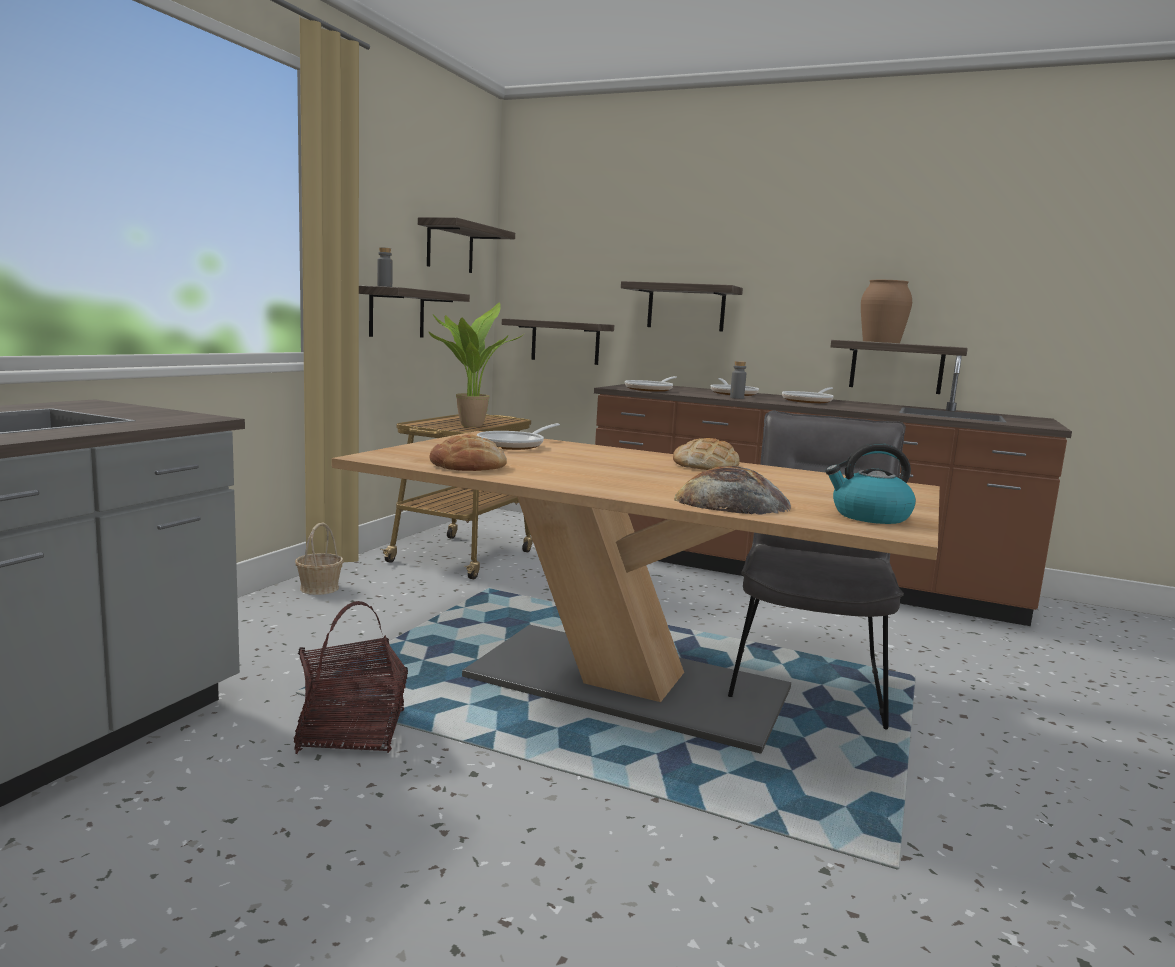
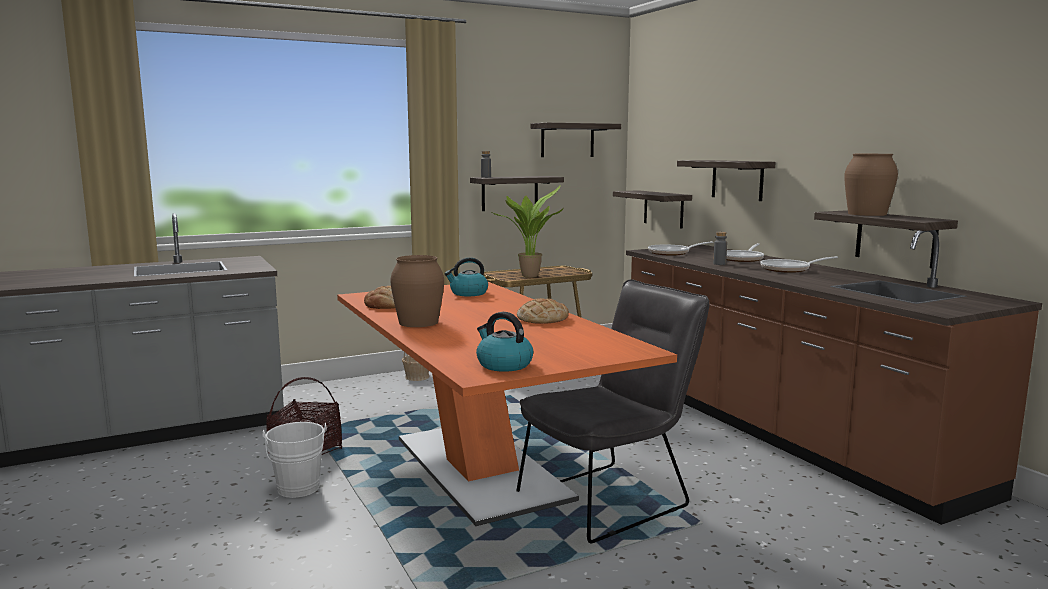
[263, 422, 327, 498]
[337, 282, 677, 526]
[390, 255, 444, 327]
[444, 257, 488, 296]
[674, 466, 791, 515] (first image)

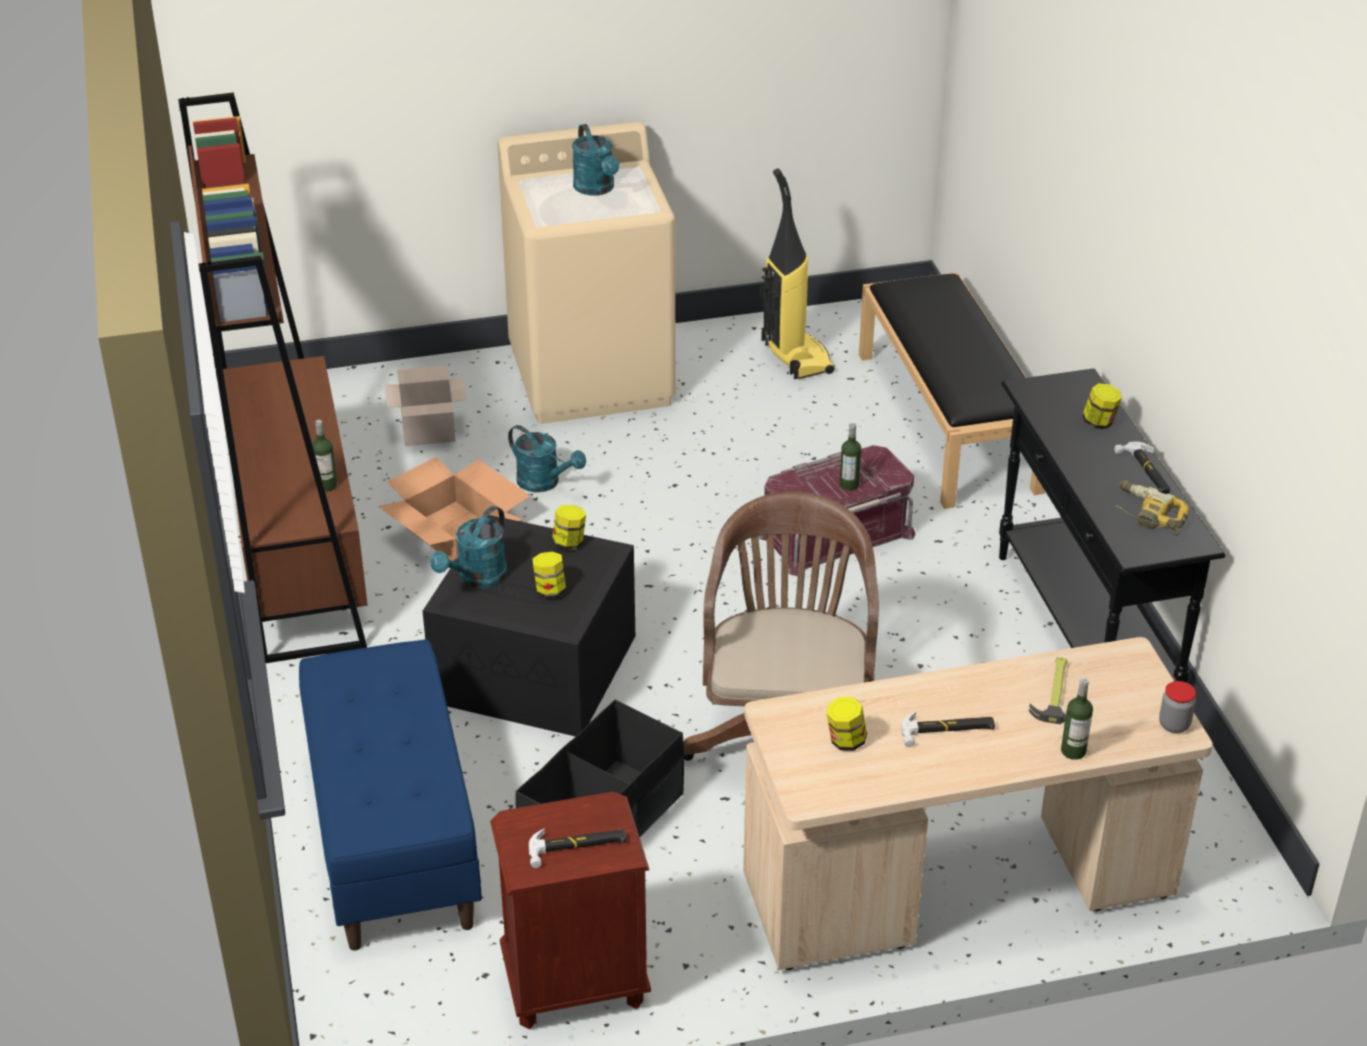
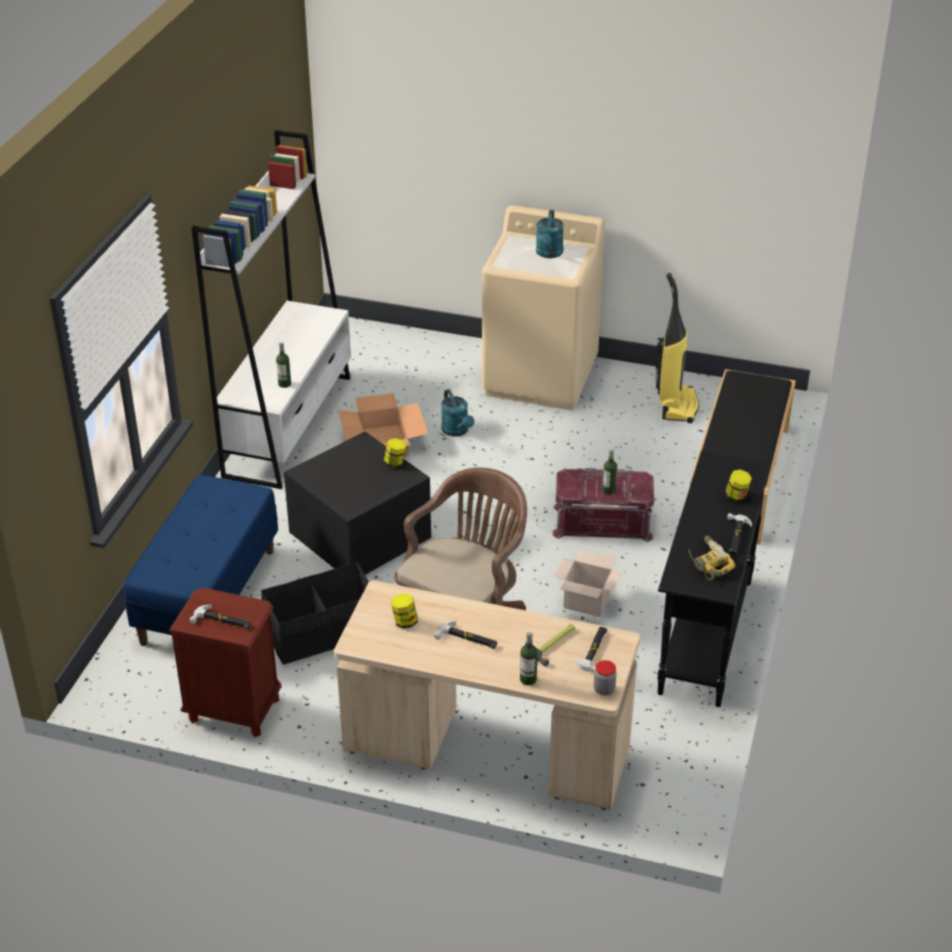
[191, 130, 351, 489]
[555, 549, 622, 617]
[576, 627, 607, 672]
[430, 506, 508, 589] (first image)
[532, 552, 566, 598] (first image)

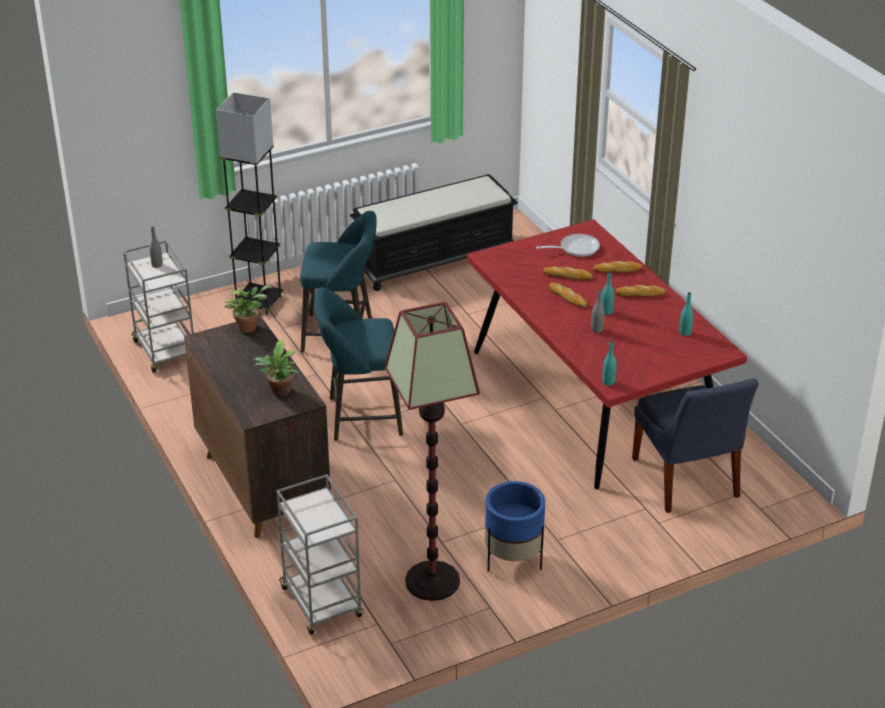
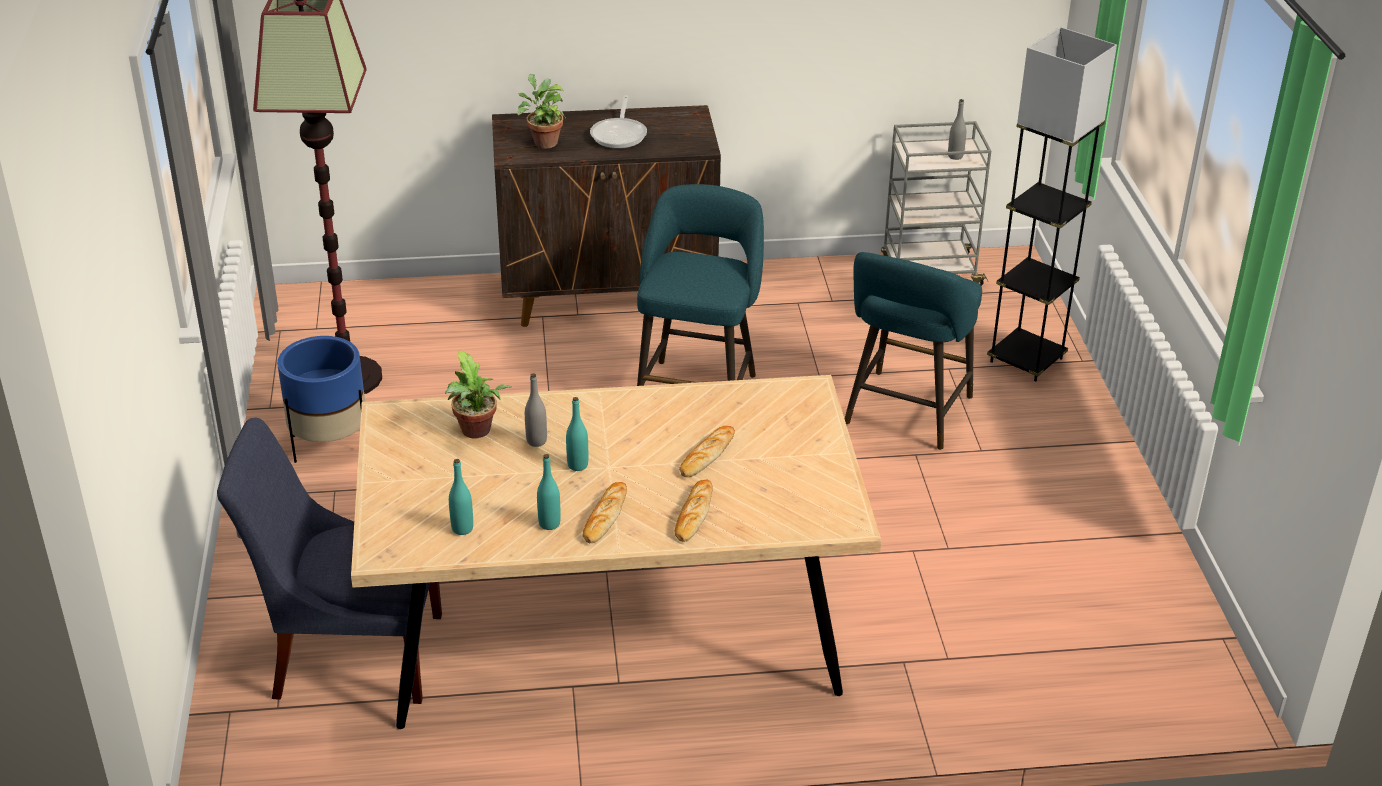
[351, 375, 881, 729]
[445, 350, 512, 439]
[537, 454, 561, 530]
[590, 95, 647, 149]
[276, 474, 364, 635] (first image)
[350, 174, 518, 291] (first image)
[549, 282, 588, 307] (first image)

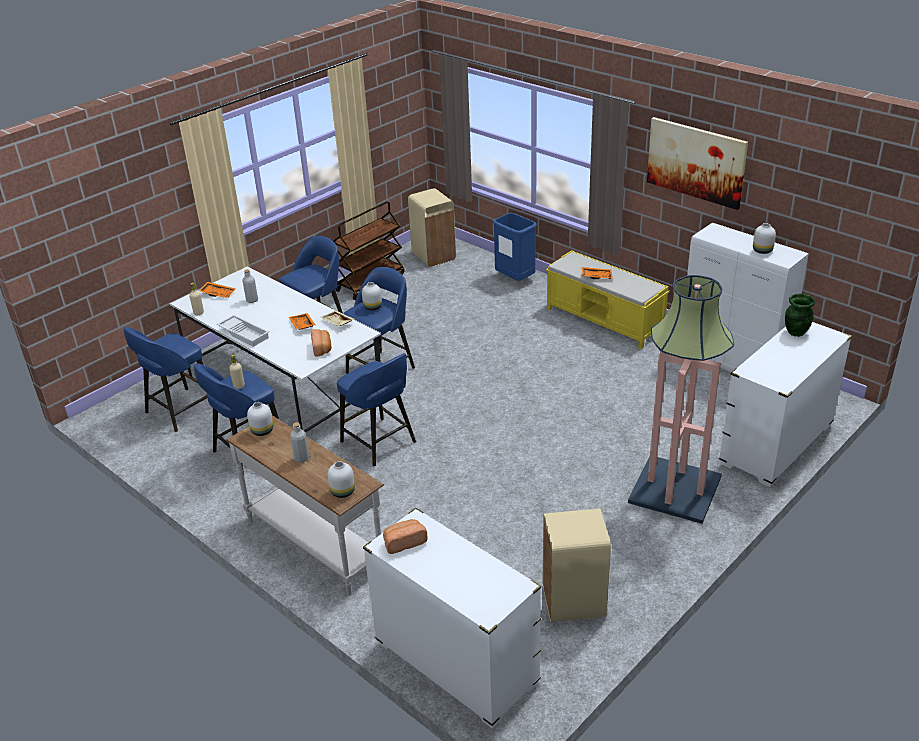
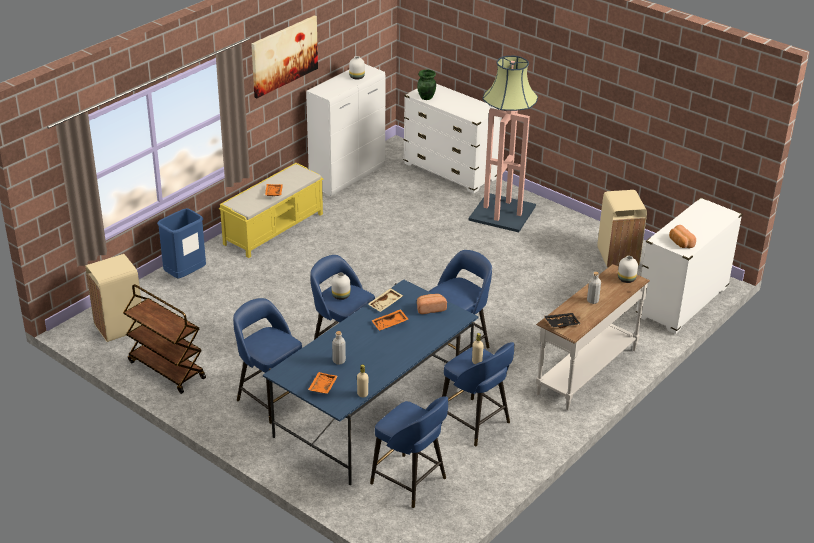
[263, 280, 479, 485]
[544, 313, 581, 328]
[217, 315, 269, 347] (first image)

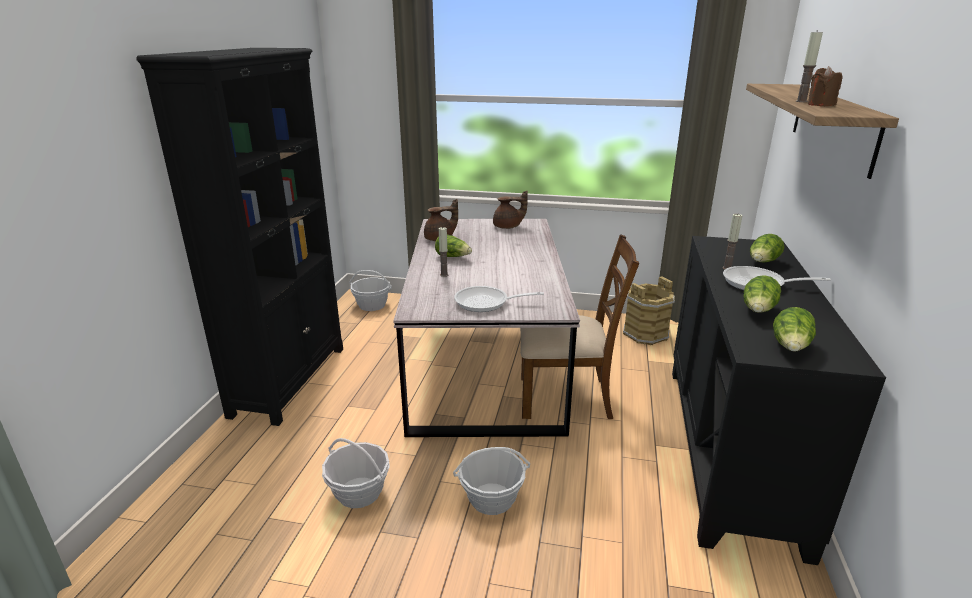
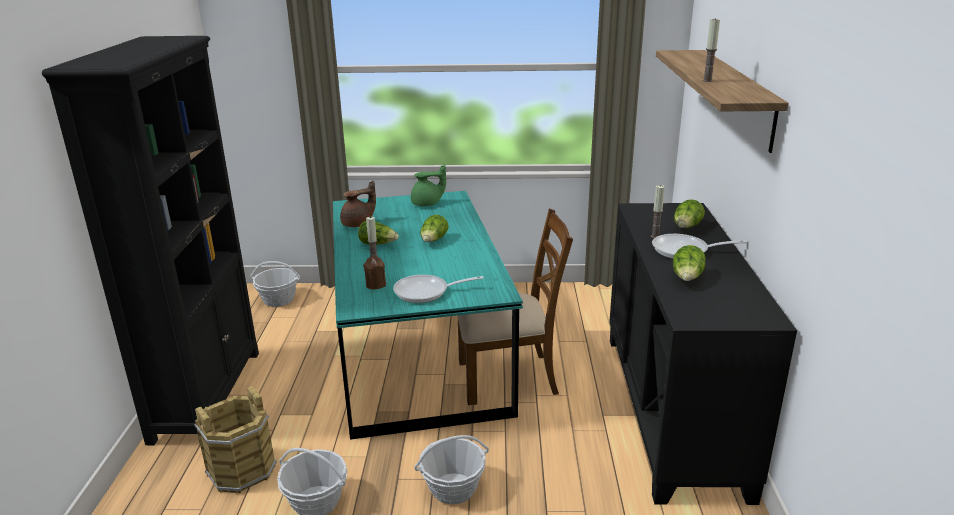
[195, 386, 277, 494]
[333, 191, 523, 440]
[363, 256, 386, 290]
[411, 164, 446, 206]
[420, 214, 449, 242]

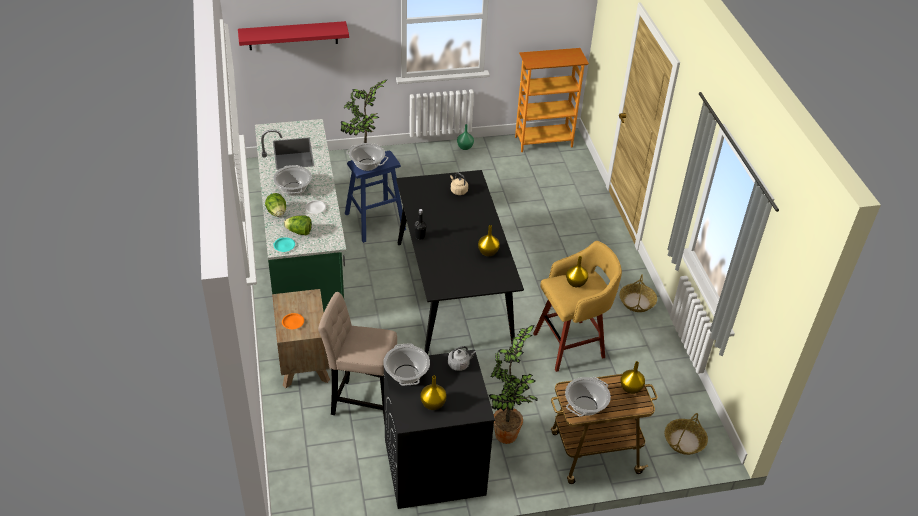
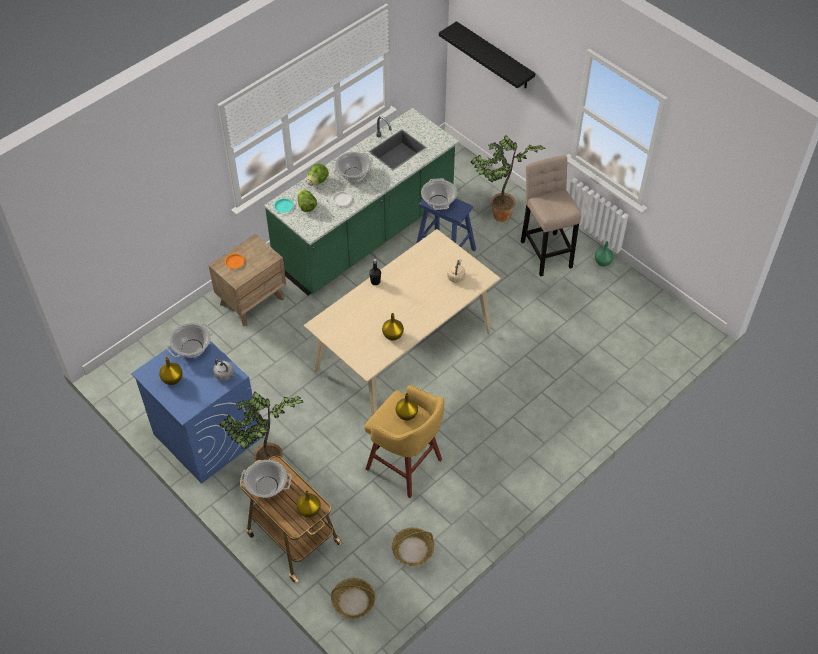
[131, 341, 261, 484]
[304, 229, 501, 415]
[392, 527, 434, 566]
[439, 21, 535, 89]
[521, 155, 581, 277]
[515, 48, 589, 152] (first image)

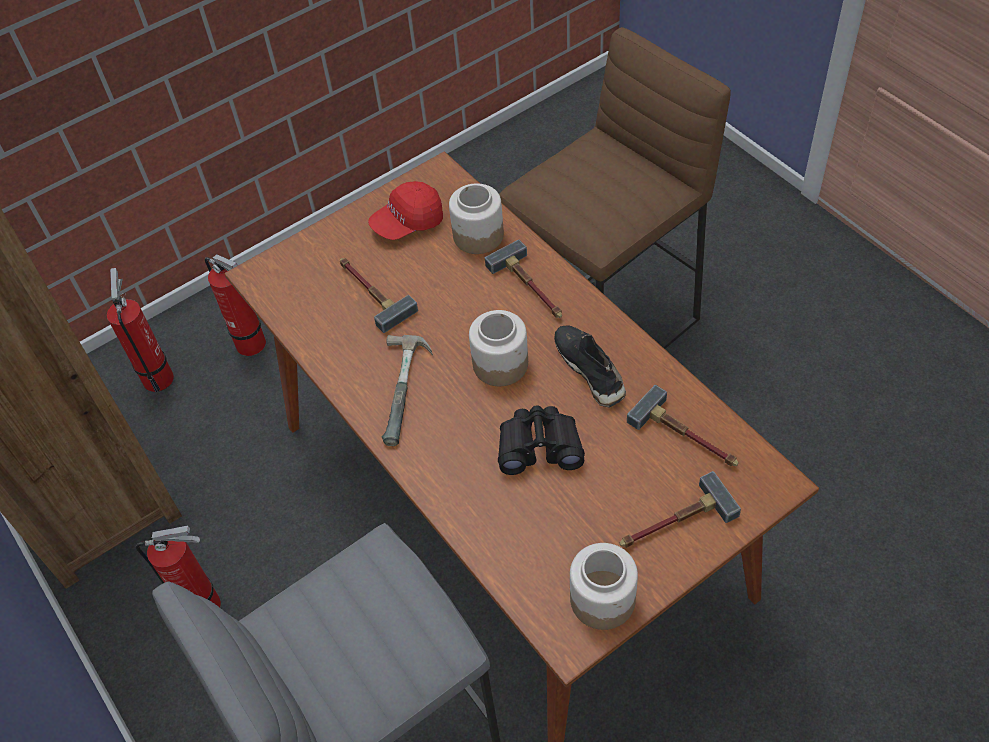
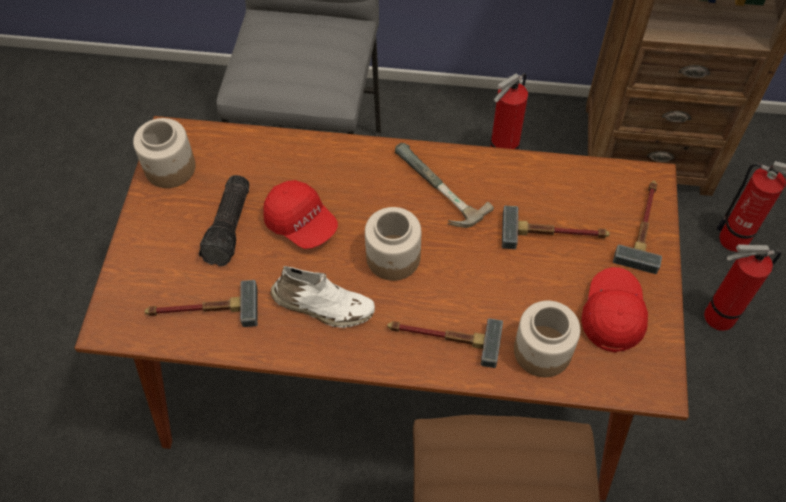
[199, 175, 249, 266]
[263, 180, 338, 249]
[270, 266, 375, 328]
[613, 181, 662, 274]

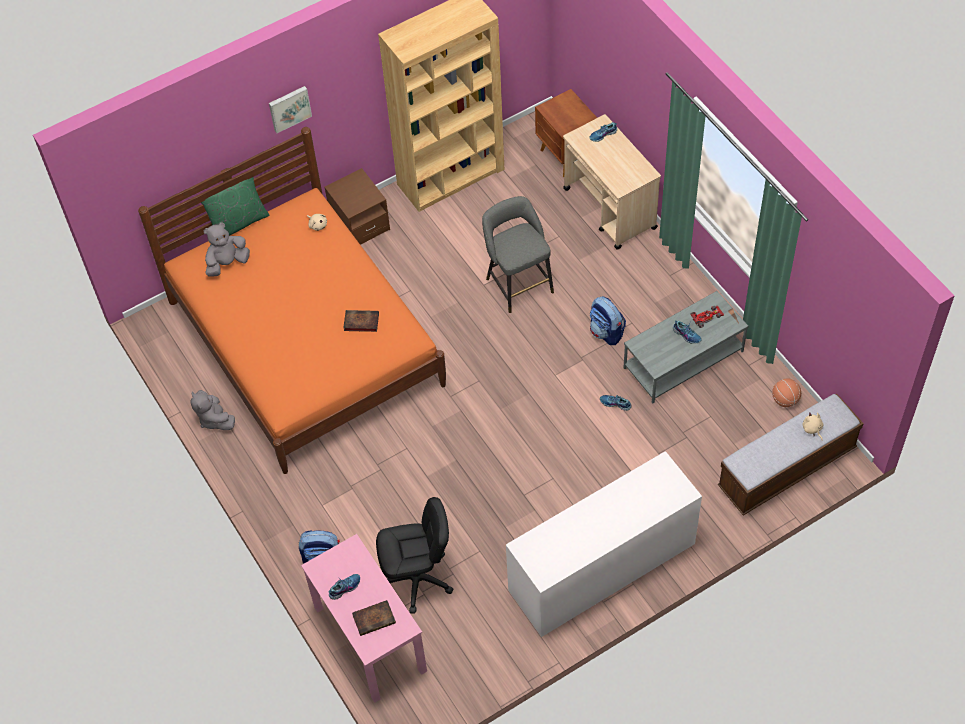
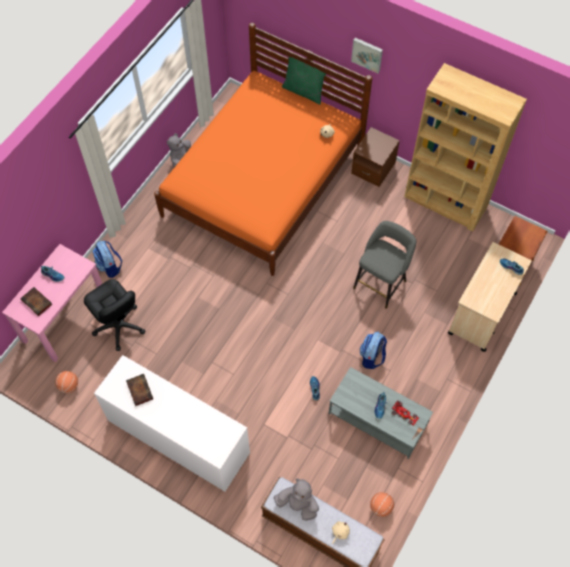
[55, 371, 78, 393]
[126, 374, 153, 406]
[274, 478, 319, 521]

